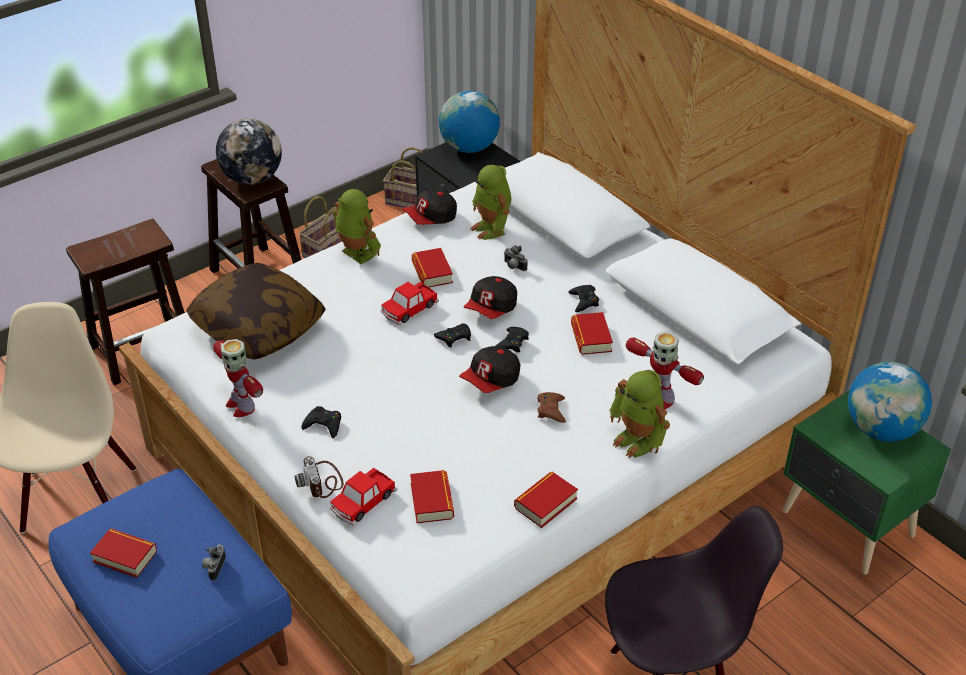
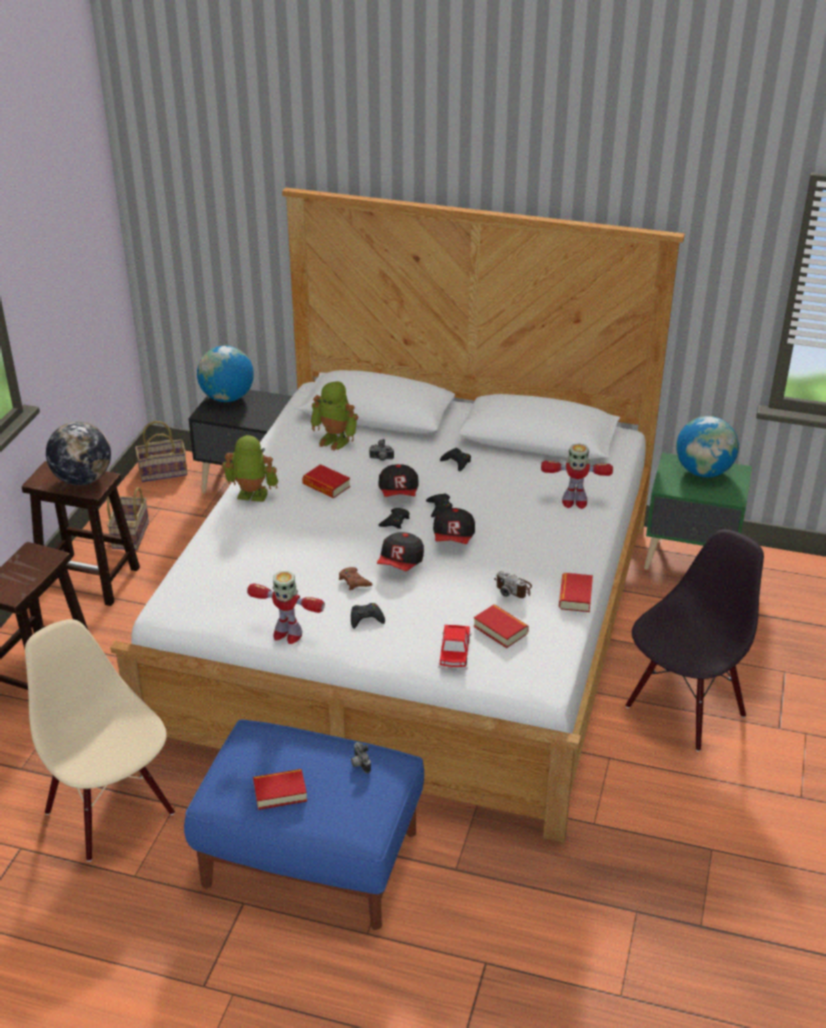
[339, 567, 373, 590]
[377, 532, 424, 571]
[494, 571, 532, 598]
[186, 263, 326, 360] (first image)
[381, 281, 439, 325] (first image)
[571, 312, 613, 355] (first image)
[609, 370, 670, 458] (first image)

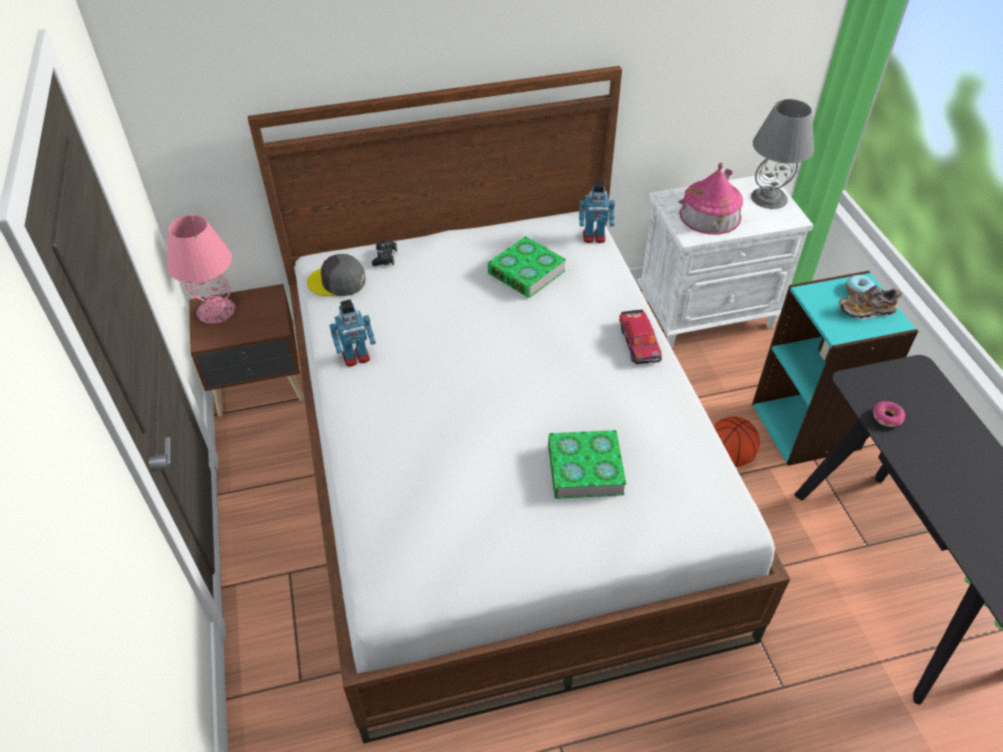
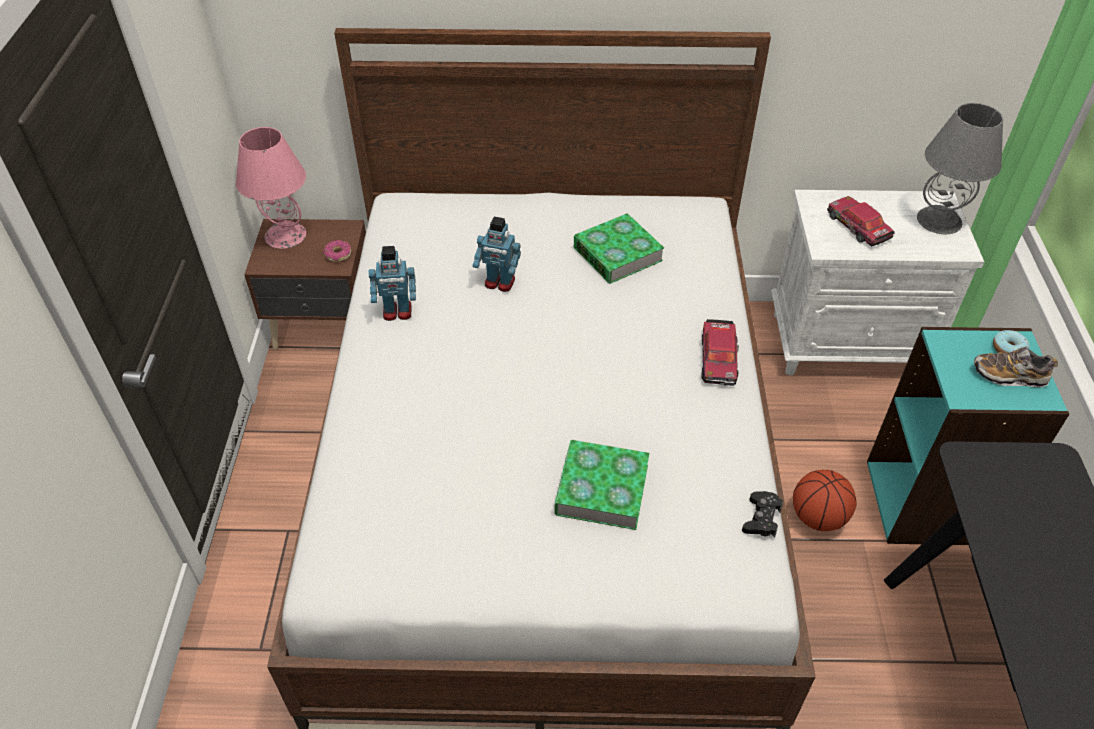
[323, 240, 351, 262]
[473, 217, 521, 292]
[742, 491, 783, 538]
[827, 196, 895, 246]
[307, 254, 365, 296] (first image)

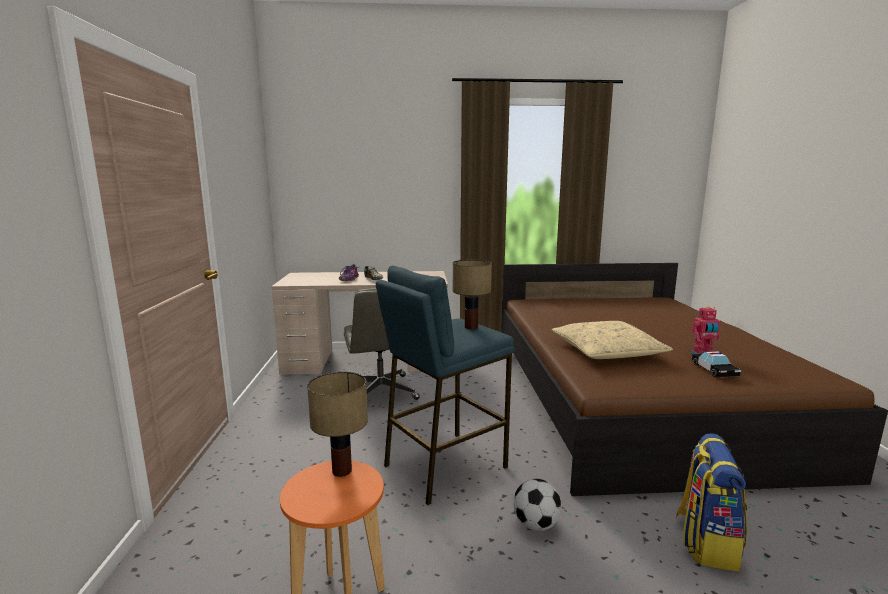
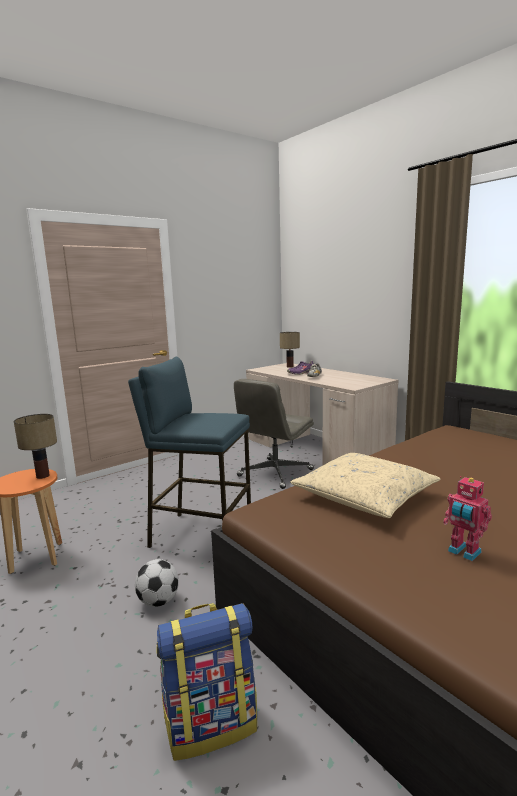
[280, 332, 300, 368]
[691, 351, 741, 377] (first image)

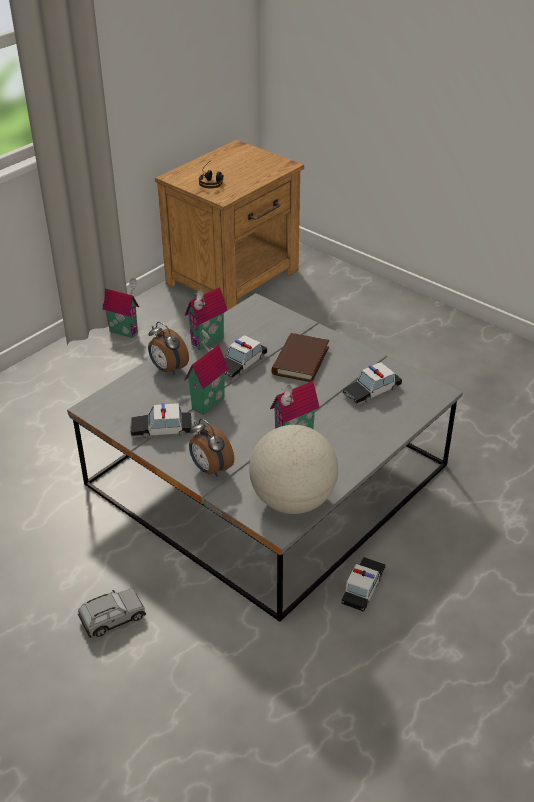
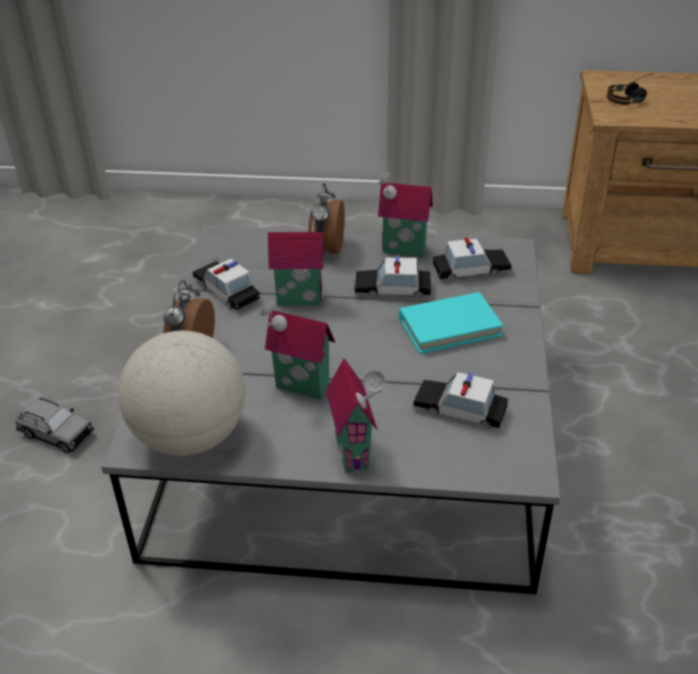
[326, 358, 386, 474]
[399, 292, 503, 354]
[433, 237, 512, 282]

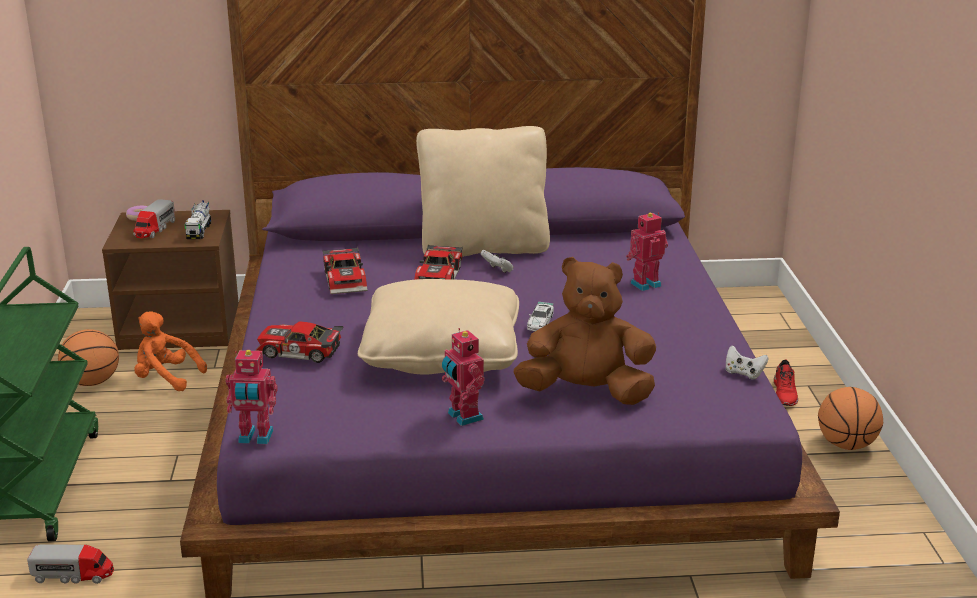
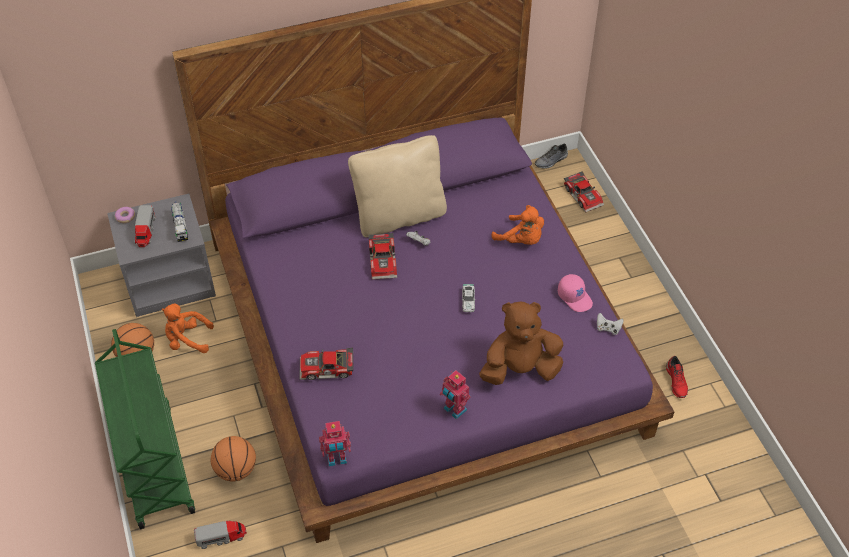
[107, 194, 216, 317]
[211, 436, 256, 482]
[492, 205, 544, 245]
[535, 144, 568, 169]
[558, 274, 593, 312]
[564, 172, 604, 212]
[666, 356, 688, 398]
[358, 279, 519, 375] (first image)

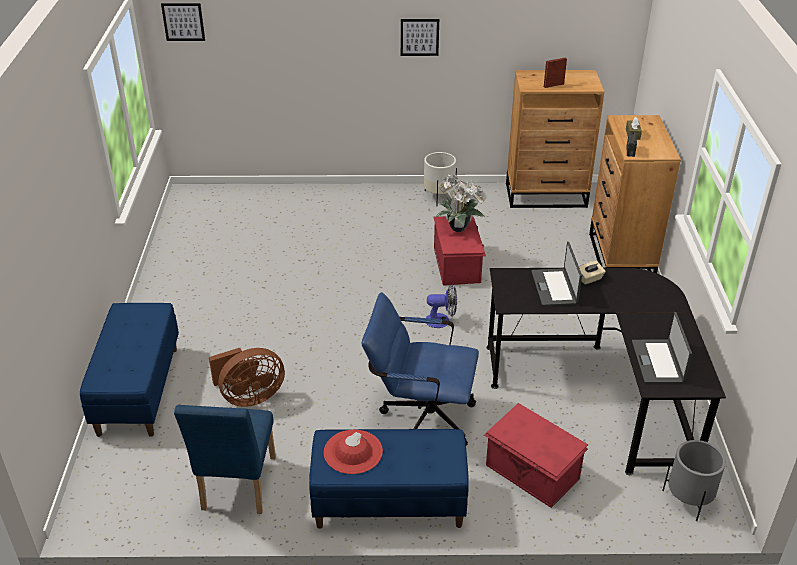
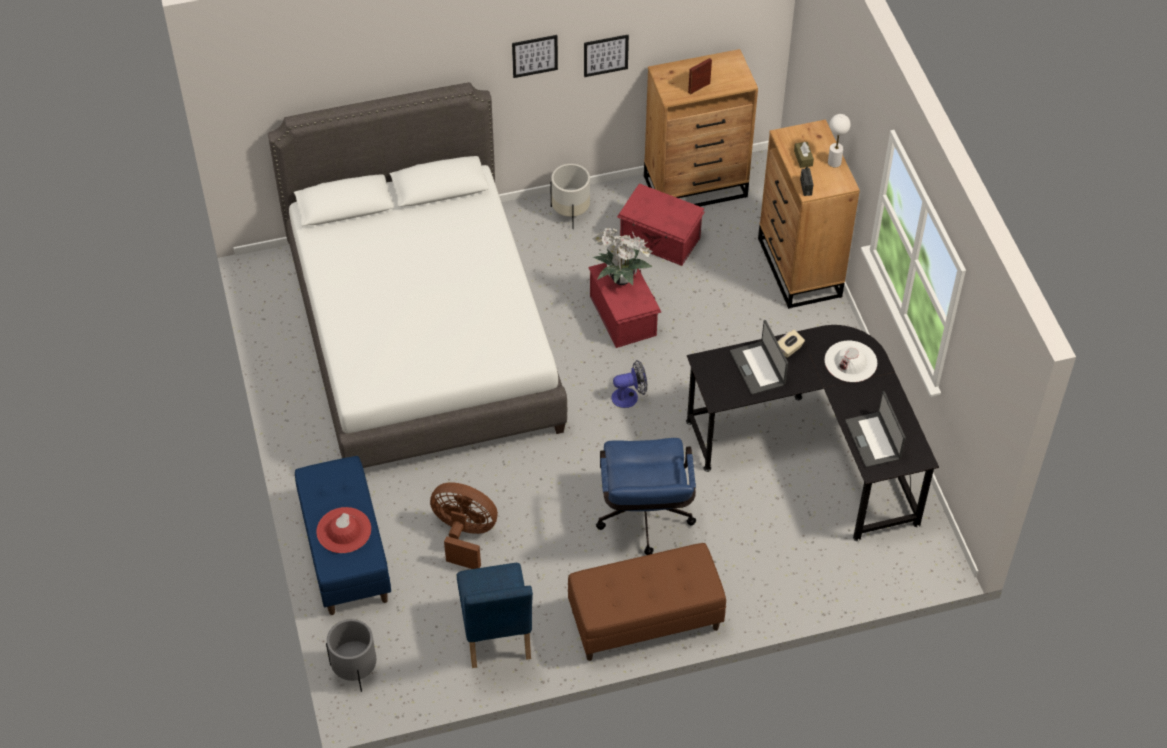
[268, 82, 567, 468]
[317, 507, 371, 553]
[326, 619, 376, 692]
[430, 483, 498, 569]
[568, 543, 726, 661]
[584, 35, 629, 77]
[596, 438, 696, 555]
[617, 183, 705, 266]
[824, 341, 877, 382]
[828, 114, 851, 167]

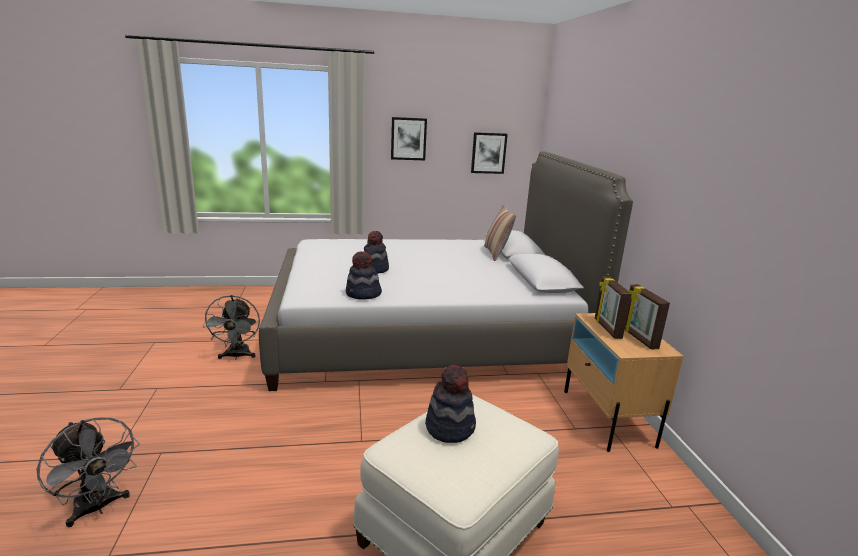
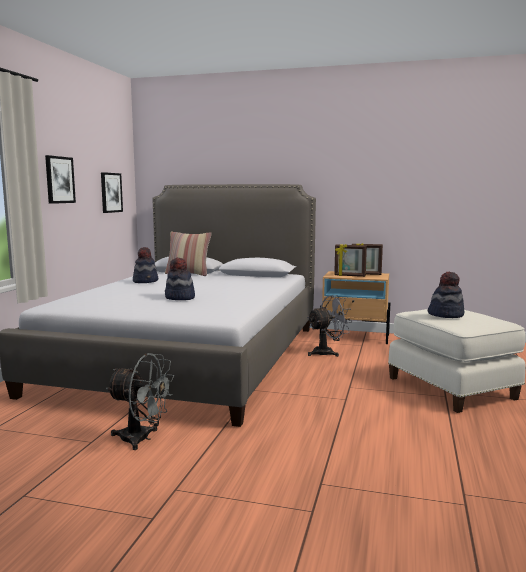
[133, 247, 158, 283]
[307, 295, 352, 357]

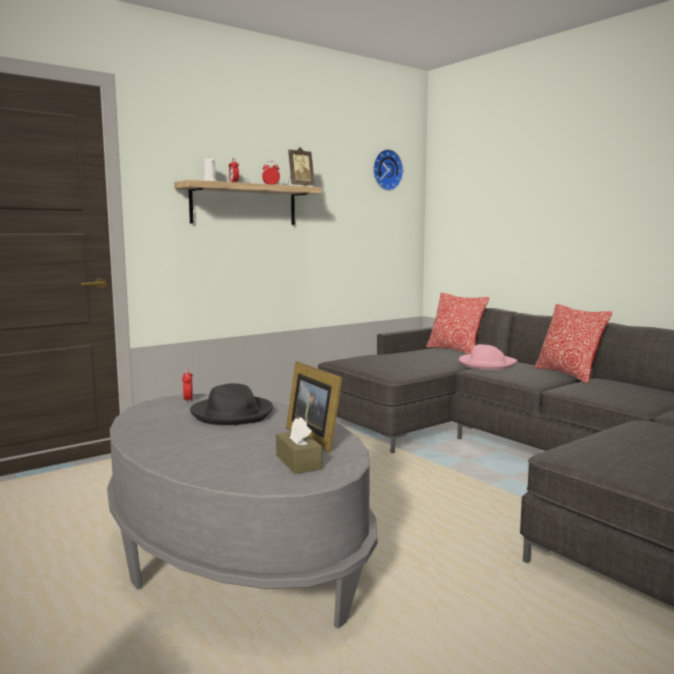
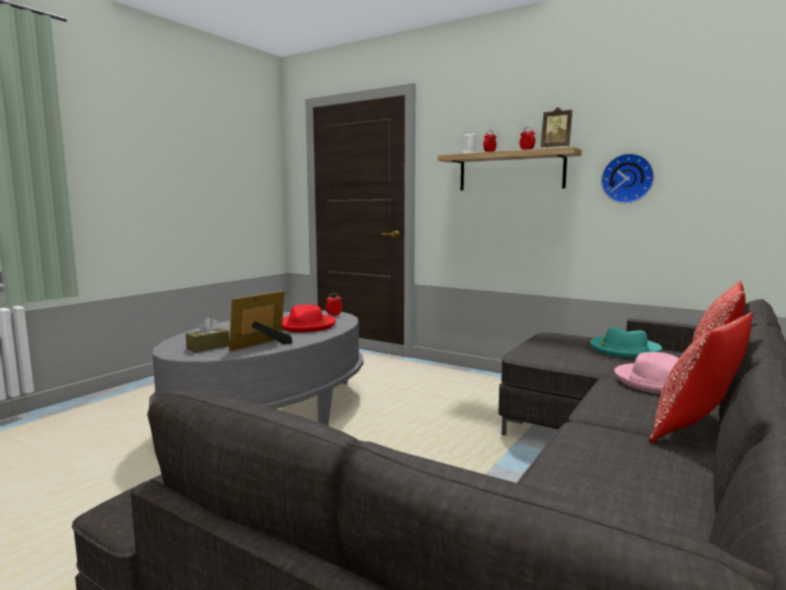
[282, 304, 336, 332]
[590, 327, 662, 358]
[601, 153, 654, 203]

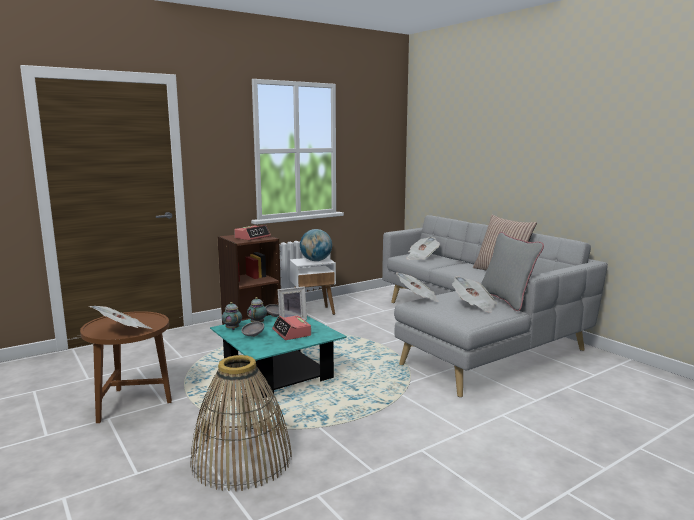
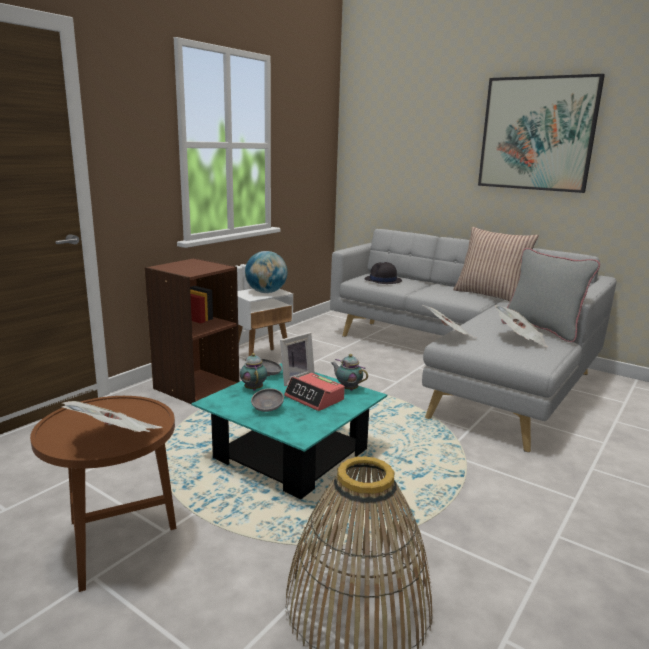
[331, 354, 368, 391]
[364, 262, 402, 284]
[478, 74, 605, 193]
[234, 225, 271, 240] (first image)

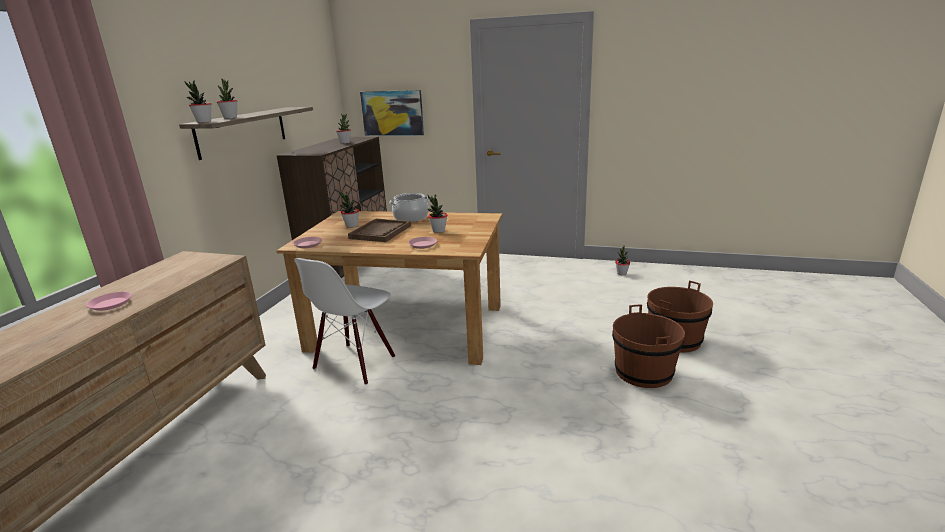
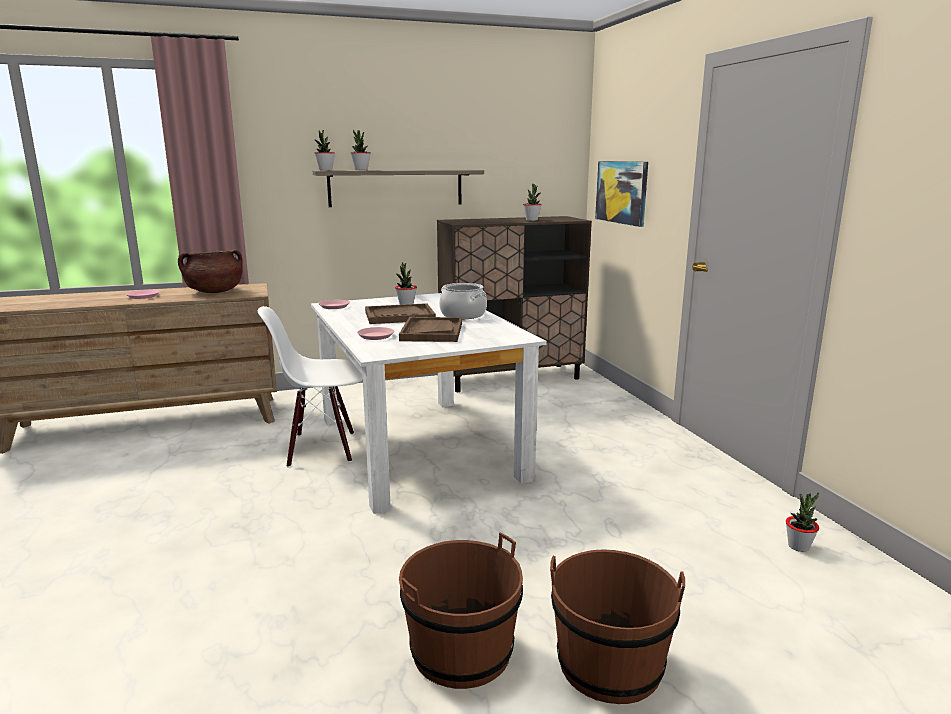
[178, 250, 243, 293]
[311, 293, 546, 514]
[399, 317, 462, 342]

